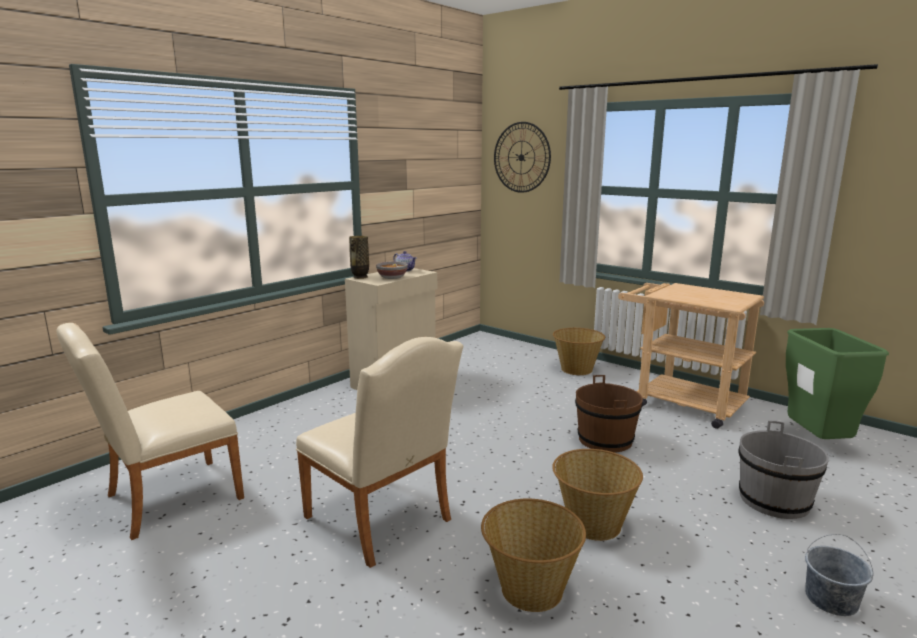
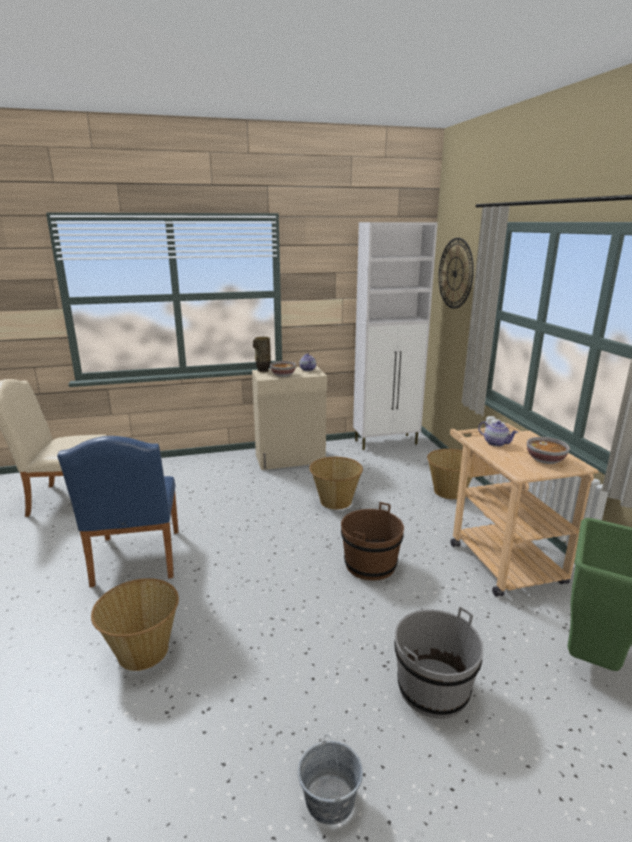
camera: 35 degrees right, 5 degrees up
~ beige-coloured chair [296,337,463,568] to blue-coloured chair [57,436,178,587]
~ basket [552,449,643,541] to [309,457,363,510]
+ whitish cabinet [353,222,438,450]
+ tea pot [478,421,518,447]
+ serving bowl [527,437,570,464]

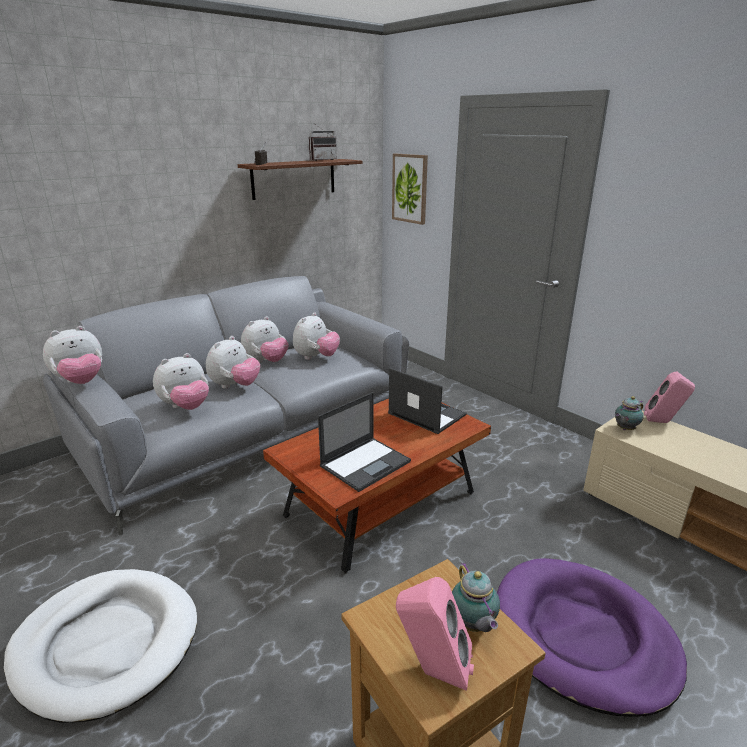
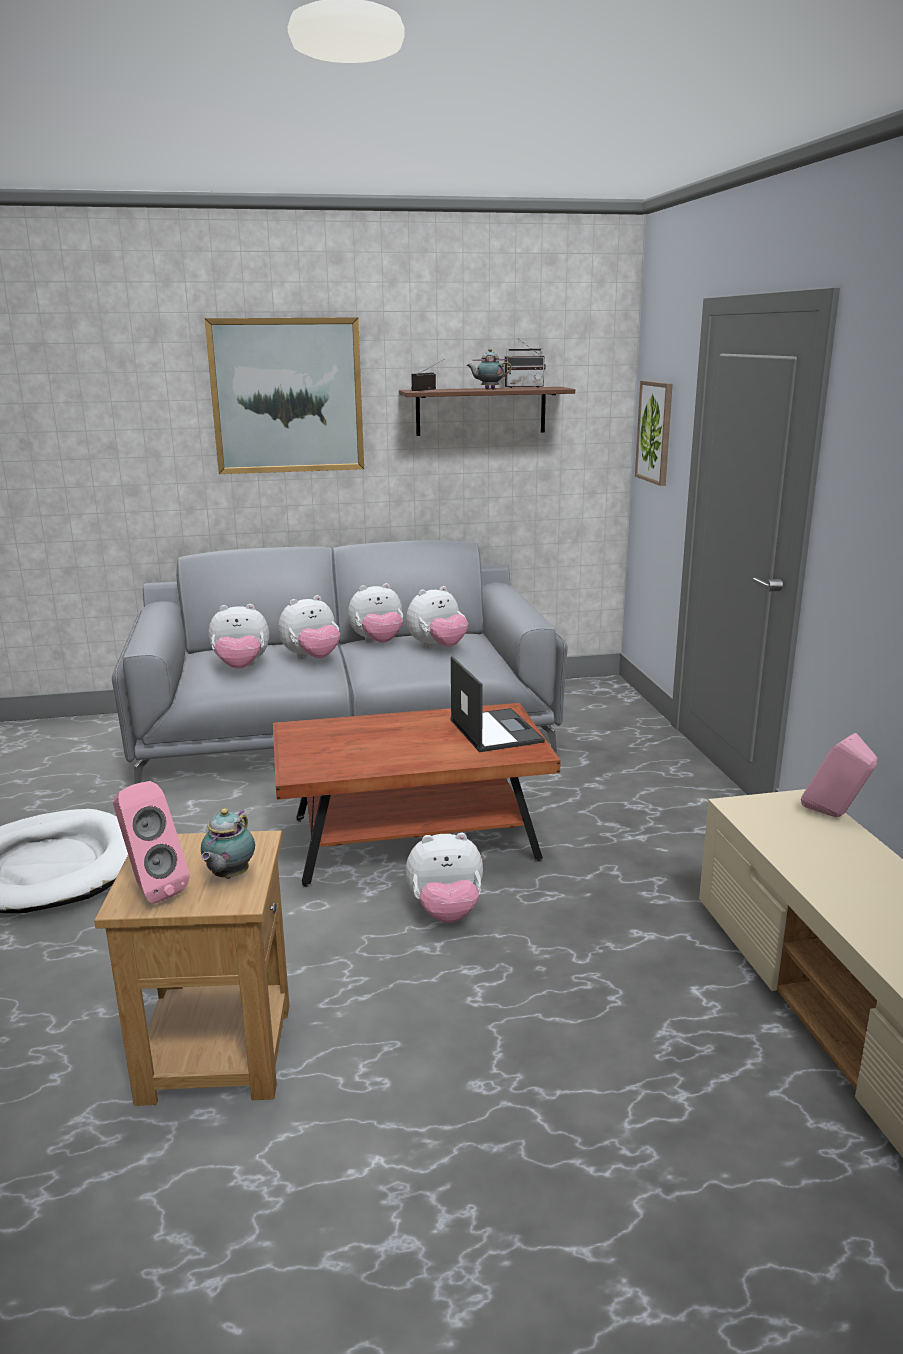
camera: 30 degrees right, 5 degrees down
~ soft toy [43,326,102,384] to [406,833,483,923]
- notebook computer [318,392,411,492]
- purplish pet bed [497,558,687,717]
~ tea pot [615,396,644,430] to [466,349,512,389]
+ wall picture [205,317,364,474]

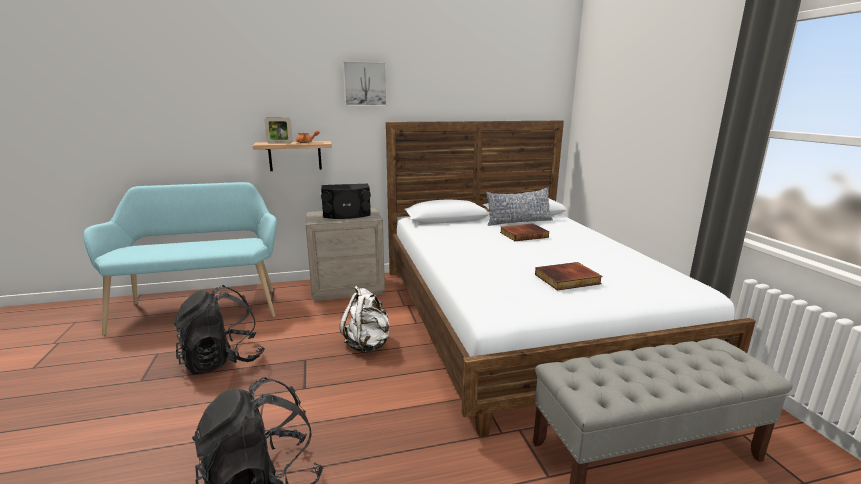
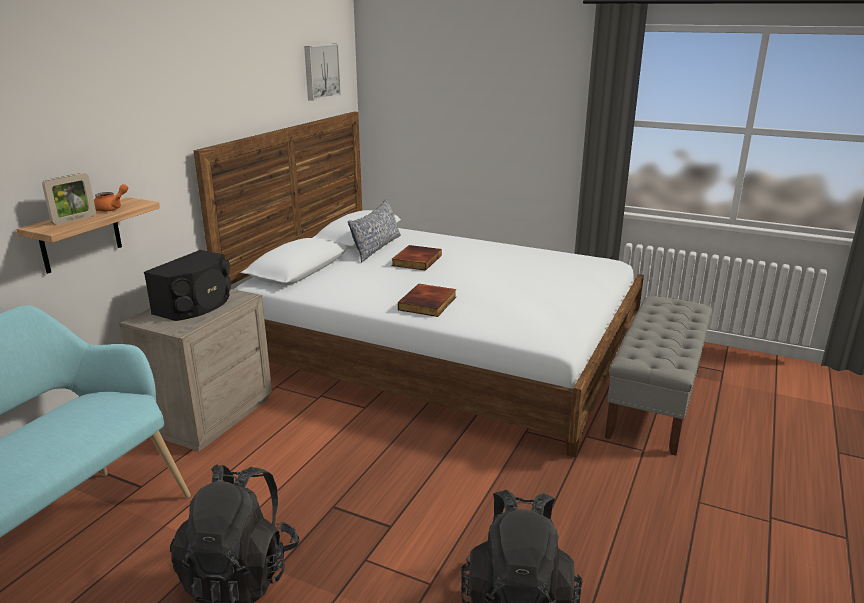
camera: 50 degrees left, 5 degrees up
- whitish knapsack [340,286,390,353]
~ wall picture [343,61,387,106] to [304,44,341,101]
~ volume [535,262,603,291] to [398,284,456,317]

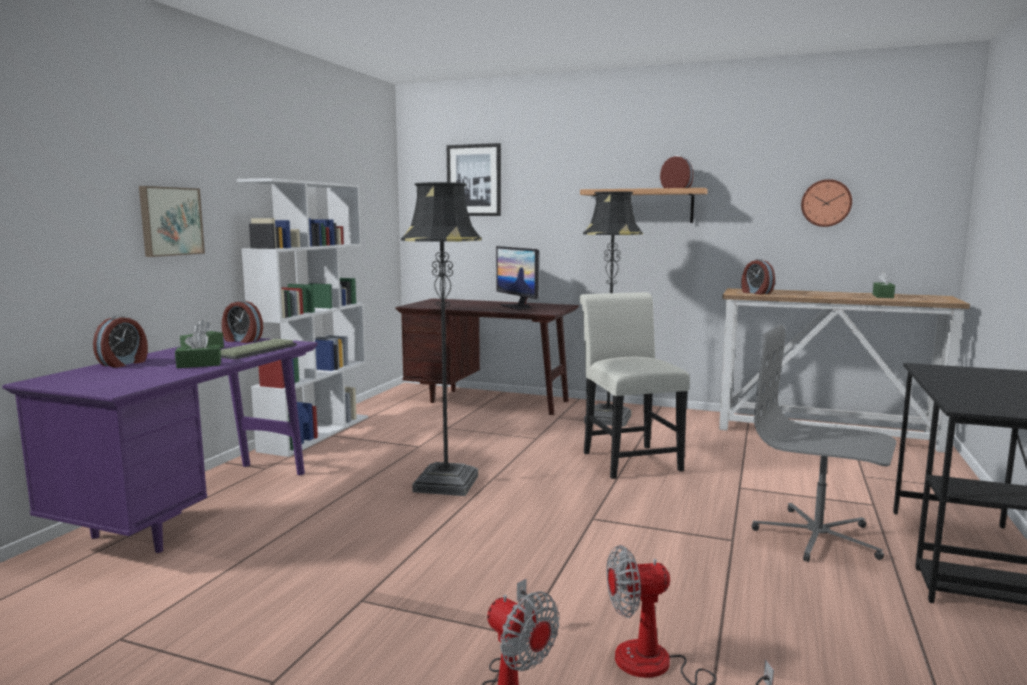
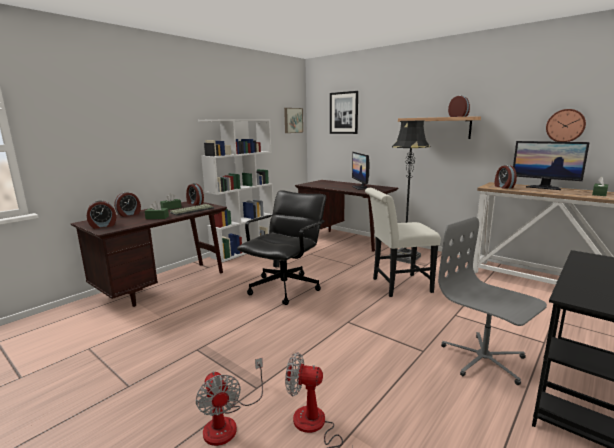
camera: 20 degrees right, 5 degrees up
~ purplish desk table [2,337,318,553] to brown-coloured desk table [71,201,227,307]
~ wall picture [139,186,205,257] to [284,108,303,133]
~ black floor lamp [401,182,482,496] to black desk chair [237,190,326,305]
~ whitish chair [579,292,690,479] = [365,188,441,297] 105 degrees counterclockwise
+ bedside clock [87,200,116,229]
+ computer screen [513,141,590,190]

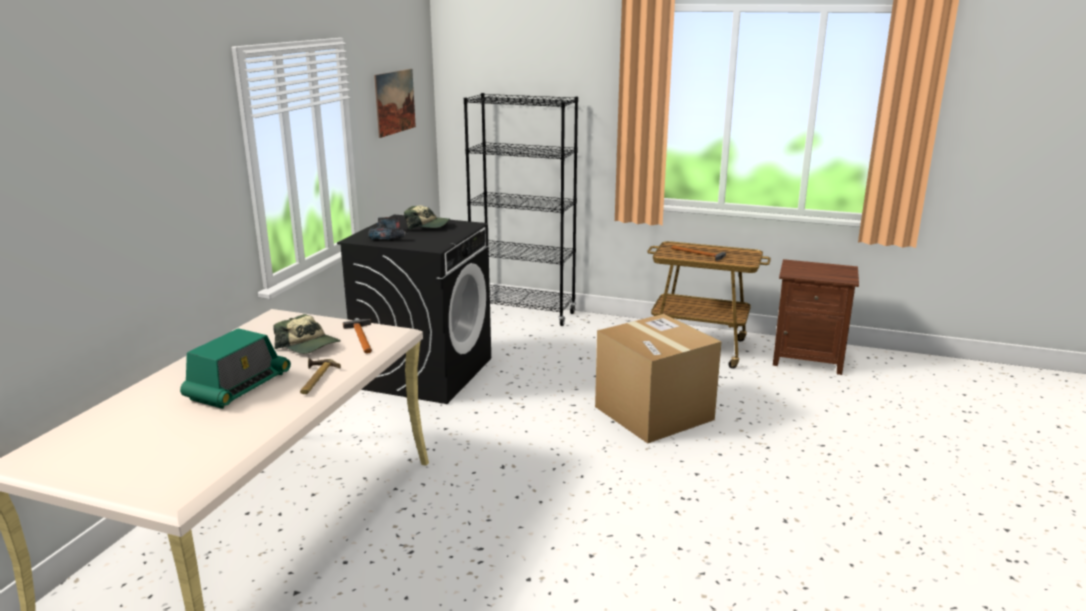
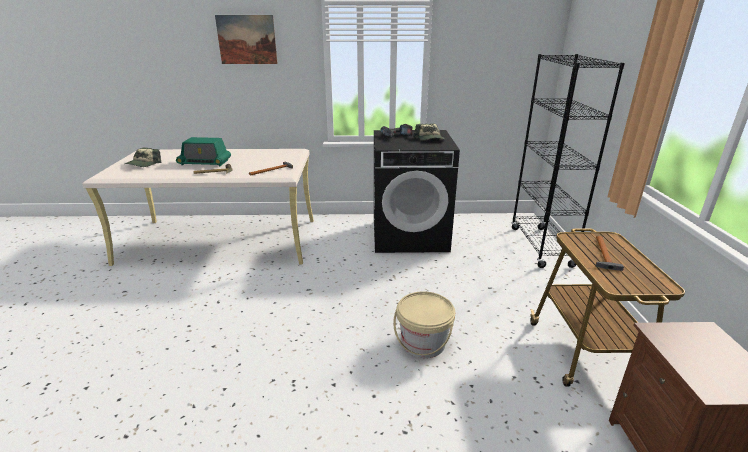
camera: 70 degrees right, 5 degrees up
~ peaked cap [273,314,341,354] to [125,148,162,167]
~ wall picture [374,69,416,138] to [215,15,278,64]
~ packing box [595,314,722,444] to beige-coloured bucket [393,291,455,358]

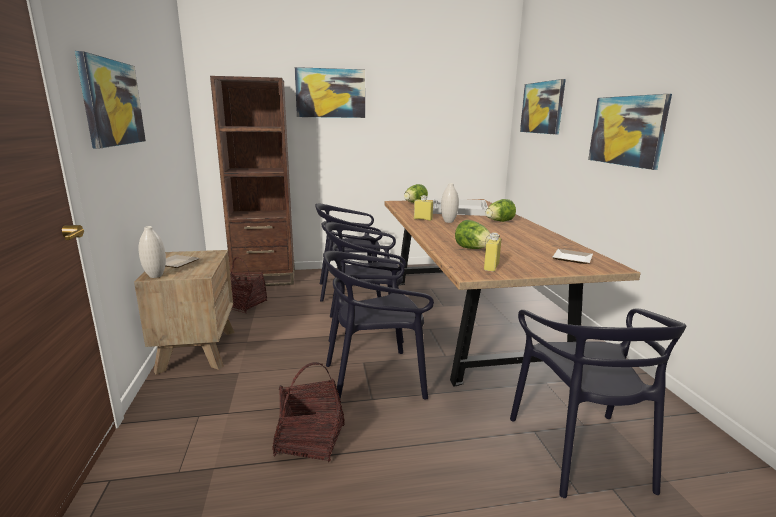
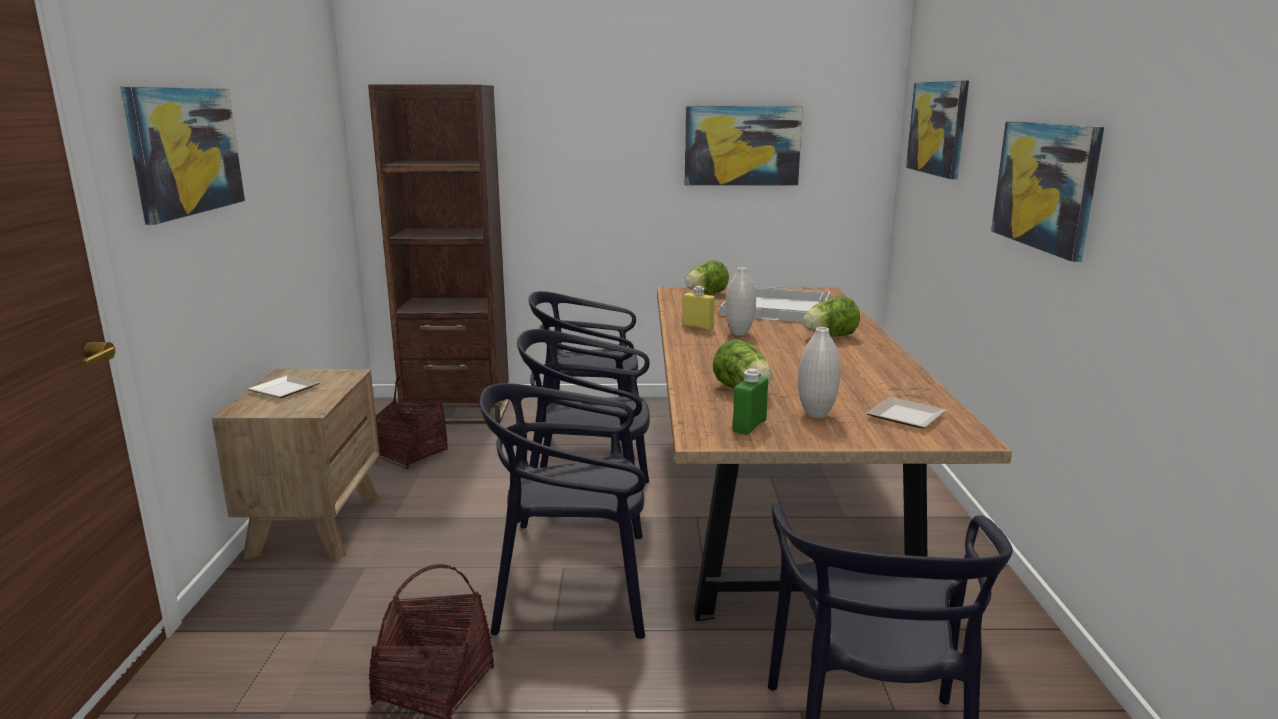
camera: 10 degrees right, 0 degrees up
~ whitish flower vase [139,226,166,278] to [798,327,841,418]
~ wall picture [295,67,365,118] to [685,106,803,185]
~ yellow-coloured beverage bottle [484,232,501,271] to greenish beverage bottle [733,369,768,435]

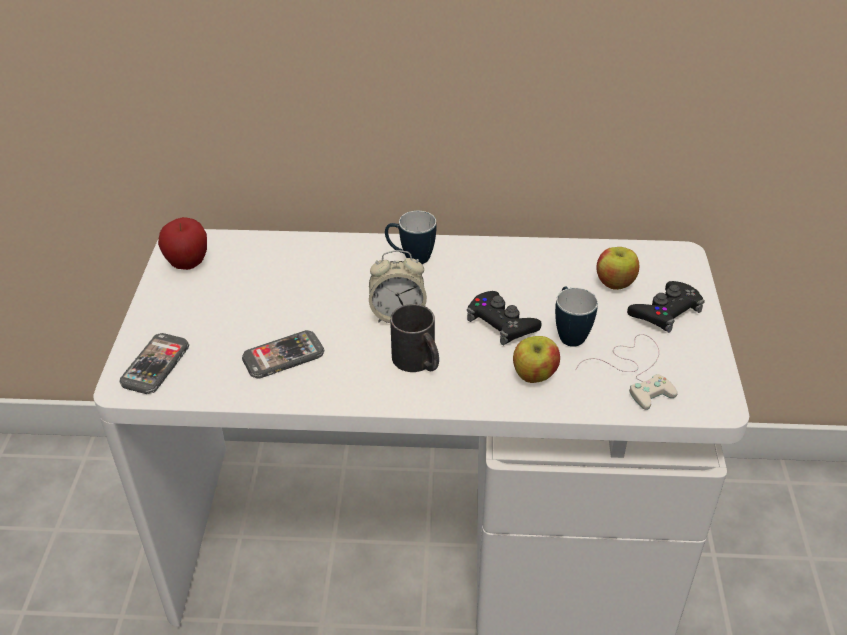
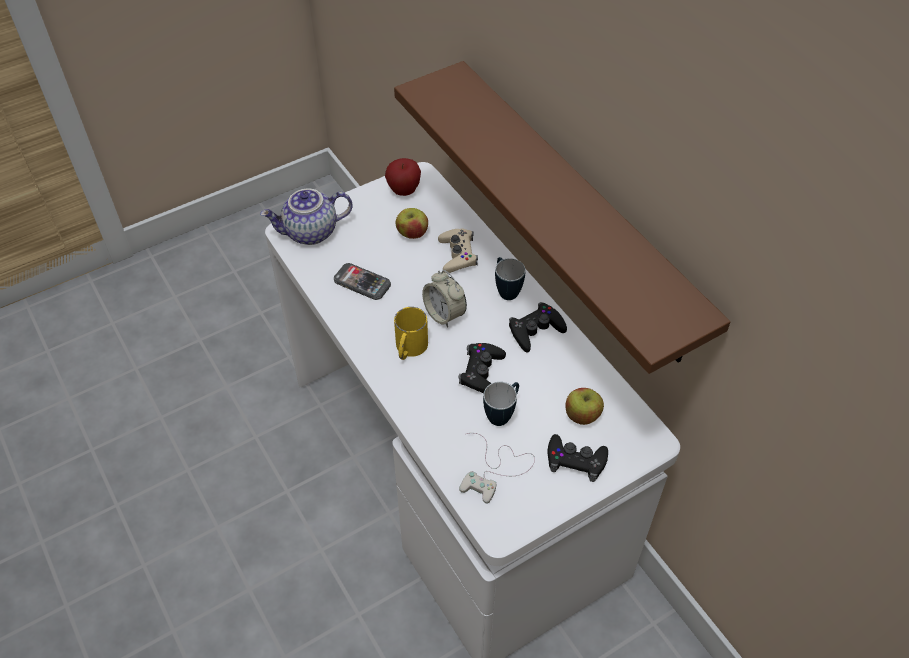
camera: 55 degrees right, 10 degrees up
~ phone [119,333,189,394] to tea pot [260,189,353,245]
~ black tea mug [390,304,439,372] to yellow-coloured tea mug [394,307,428,360]
~ apple fruit [513,336,560,383] to [395,208,428,239]
+ brown-coloured wall shelf [394,61,730,374]
+ beige-coloured game controller [438,229,478,273]
+ black game controller [509,302,567,353]

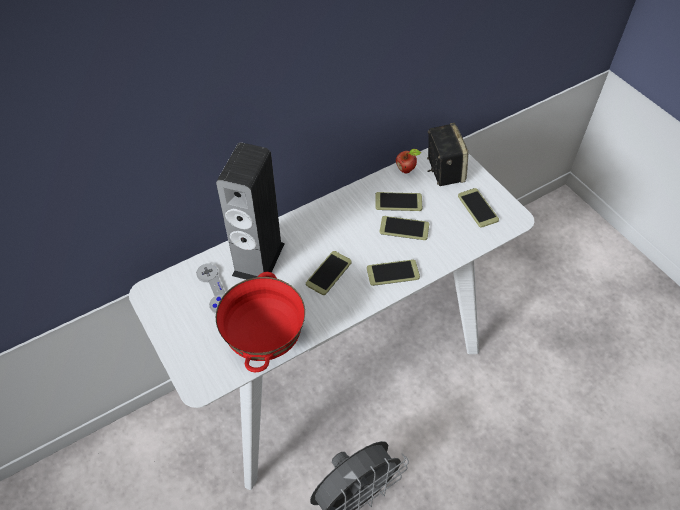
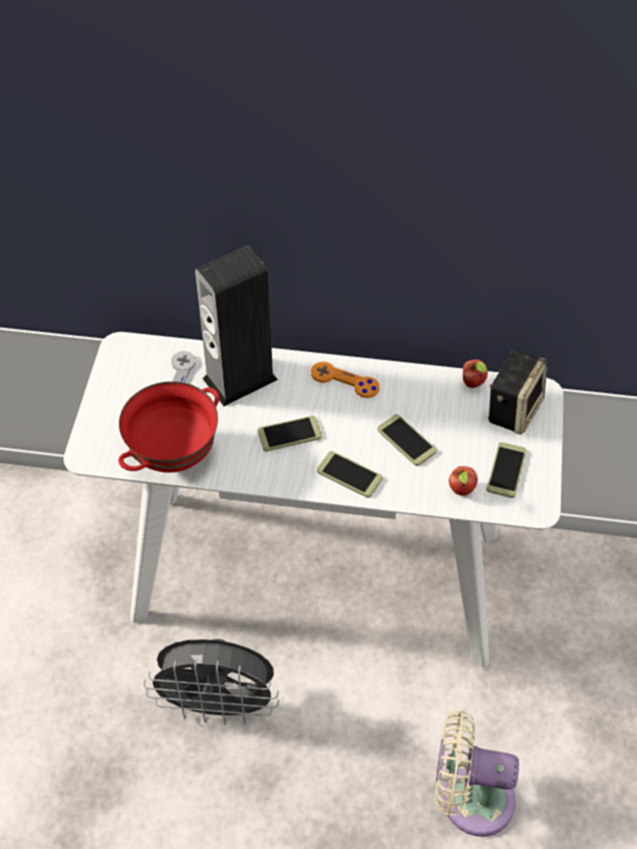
camera: 40 degrees right, 0 degrees up
- phone [375,192,423,211]
+ orangey game controller [311,362,380,398]
+ beige-coloured electric fan [435,710,519,837]
+ apple fruit [449,466,478,495]

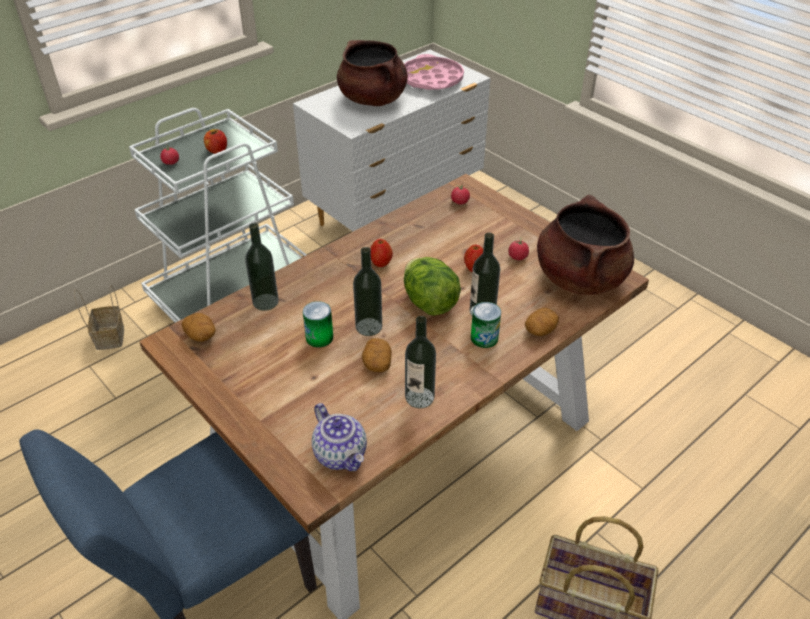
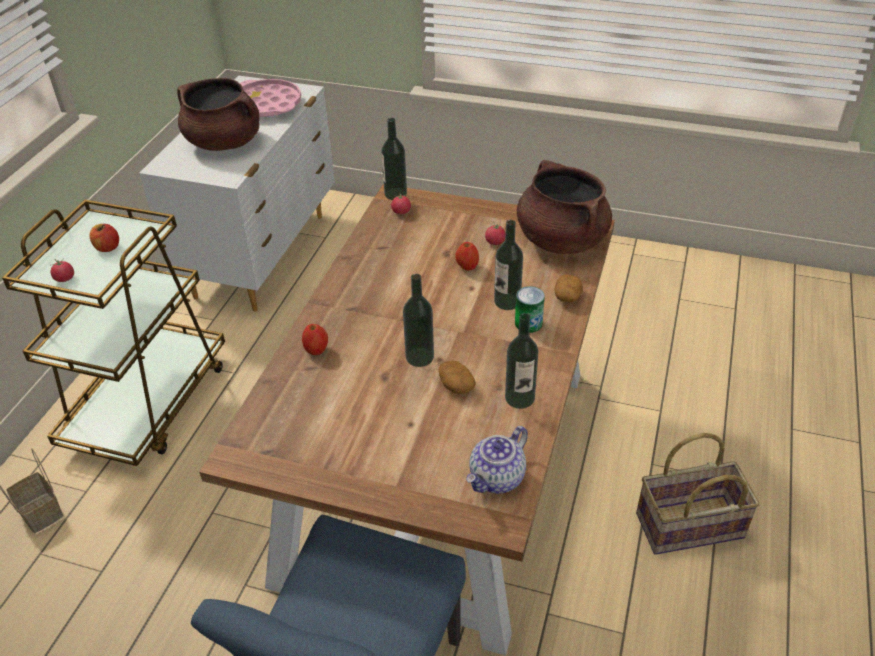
camera: 30 degrees left, 0 degrees up
~ whitish trolley [129,108,307,323] to brown-coloured trolley [2,200,225,466]
- spud [182,313,216,342]
~ beverage bottle [245,223,279,311] to [381,118,407,200]
- sealed can [303,301,333,347]
~ tea pot [312,403,367,471] = [466,426,528,493] 105 degrees clockwise
~ apple fruit [371,239,393,267] to [302,324,328,355]
- lettuce head [404,257,461,316]

